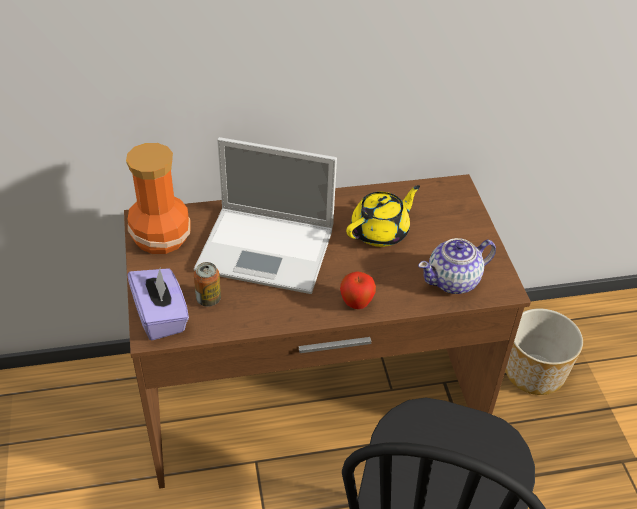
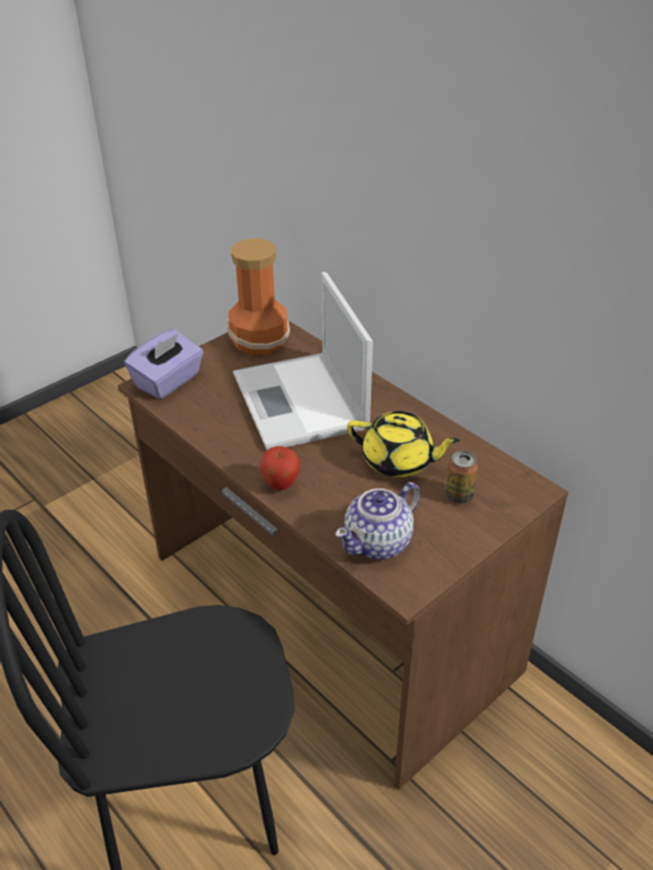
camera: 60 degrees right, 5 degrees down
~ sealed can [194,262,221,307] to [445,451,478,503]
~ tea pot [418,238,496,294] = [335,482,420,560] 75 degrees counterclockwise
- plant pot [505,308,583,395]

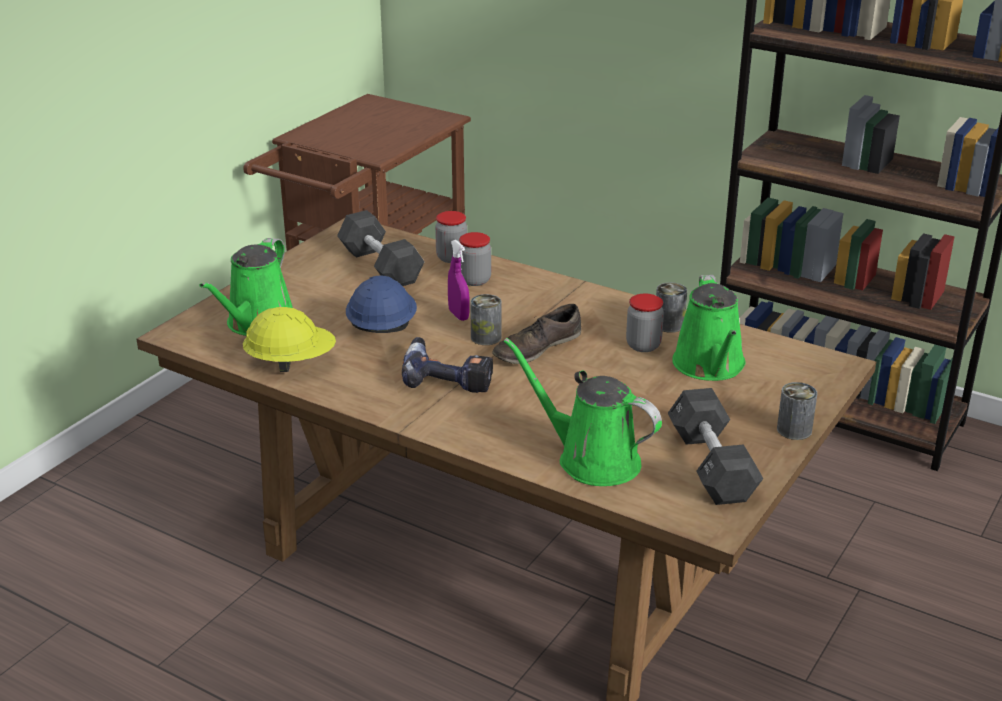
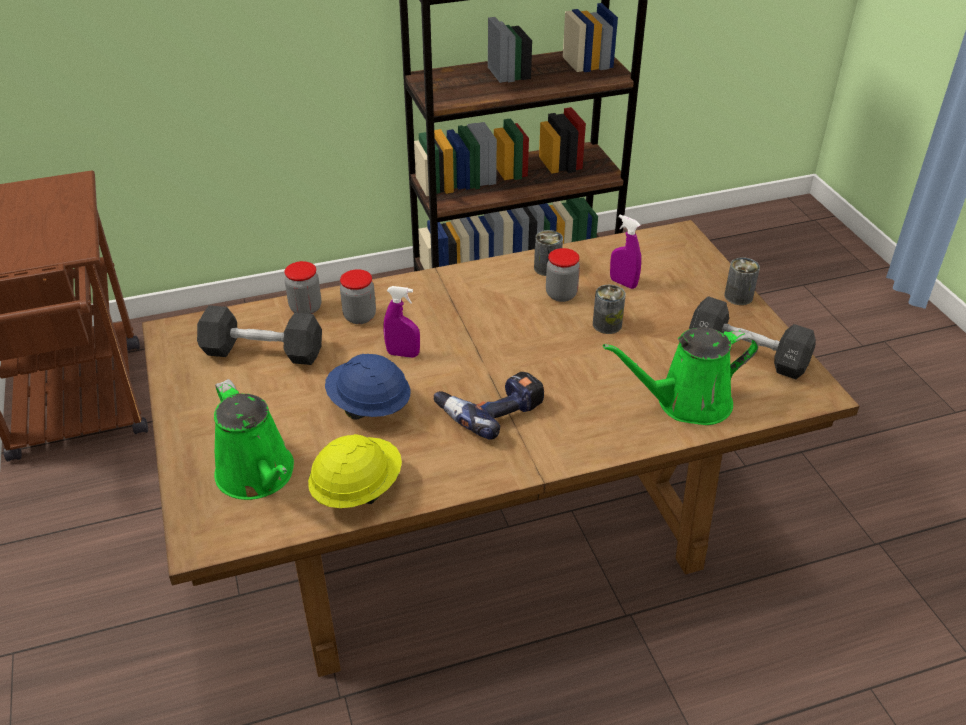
camera: 50 degrees left, 10 degrees up
~ sealed can [470,294,501,345] to [593,285,626,334]
- brown-coloured low shoe [492,304,582,364]
~ greenish sprinkling can [672,275,746,381] to purplish spray bottle [610,215,641,289]

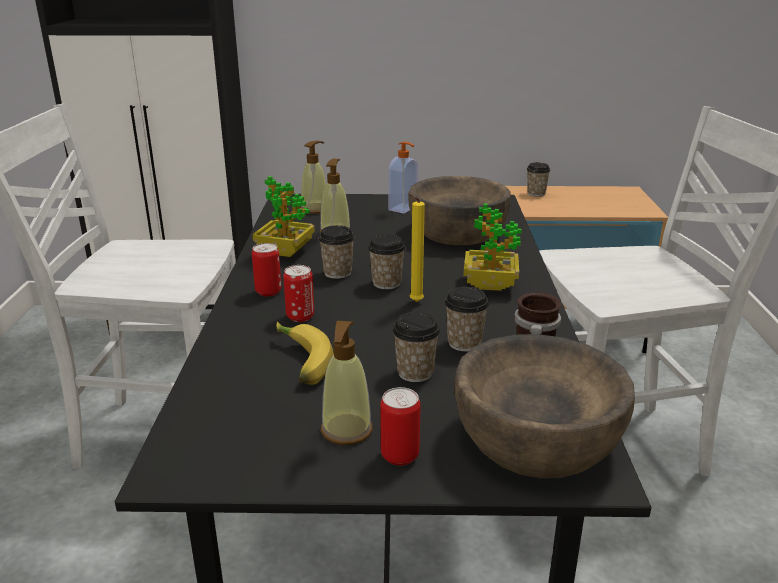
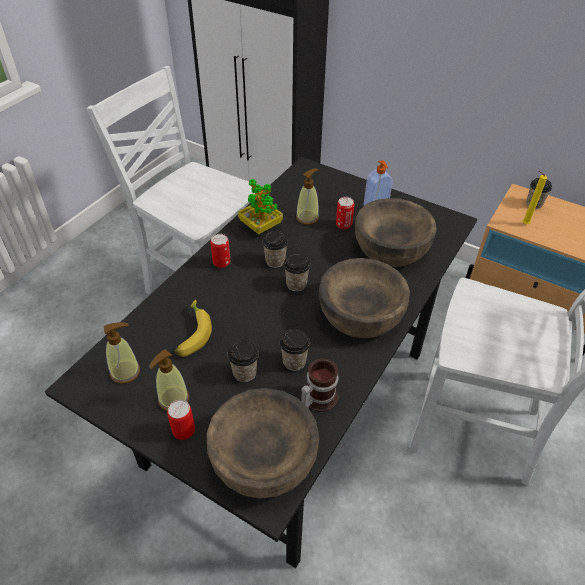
camera: 30 degrees right, 20 degrees up
~ sealed can [283,265,314,322] to [336,197,354,229]
~ liquid soap bottle [301,140,326,214] to [104,322,140,384]
~ yellow-coloured wax candle [408,193,425,302] to [522,171,547,225]
~ potted plant [463,204,521,291] to brown-coloured serving bowl [319,258,410,338]

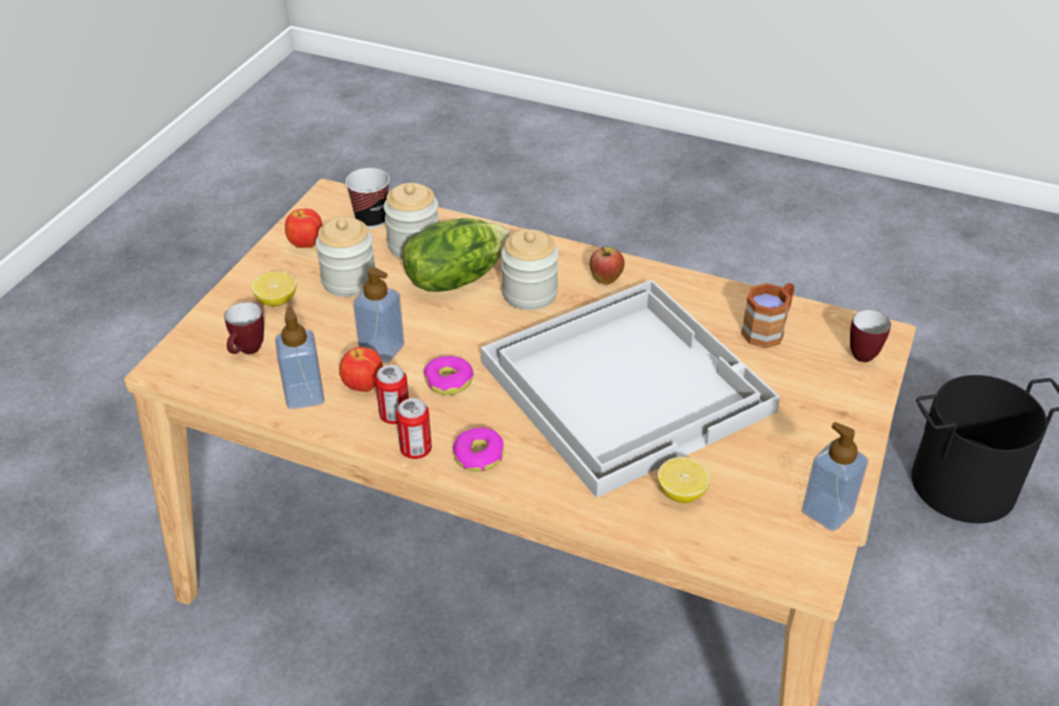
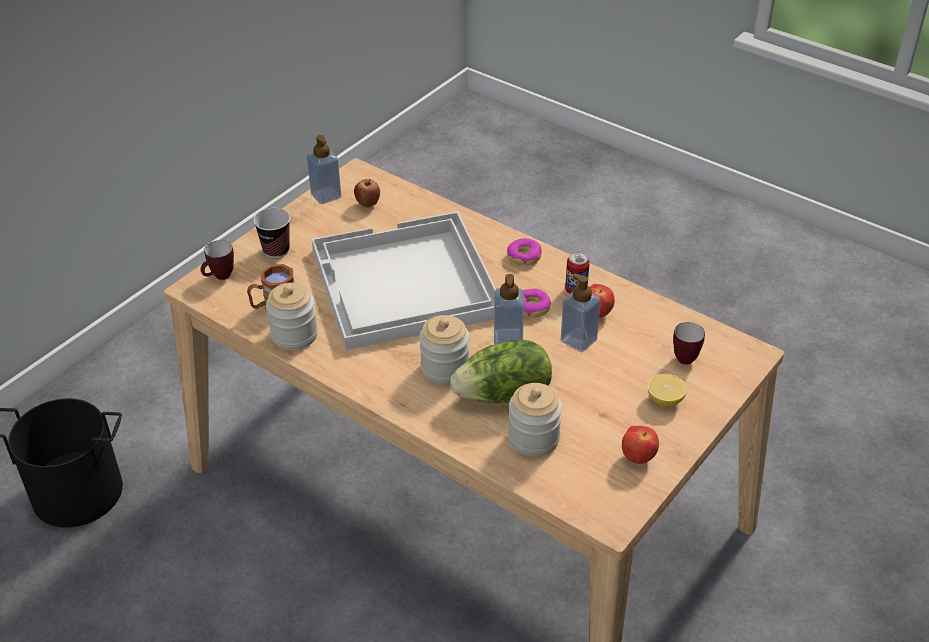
camera: 165 degrees left, 0 degrees up
~ liquid soap bottle [275,306,324,409] to [494,274,524,345]
~ jar [315,217,375,297] to [266,283,318,350]
~ cup [345,168,389,229] to [253,208,290,258]
- sealed can [396,398,432,459]
~ apple fruit [590,247,625,284] to [354,179,380,208]
- lemon [658,457,710,503]

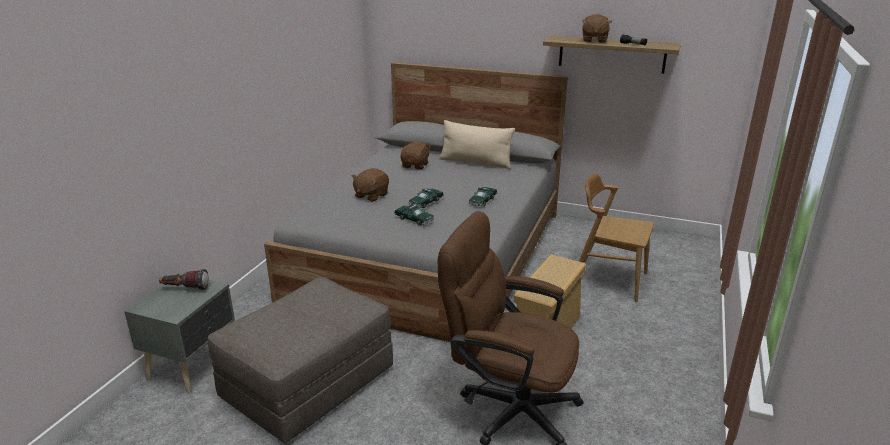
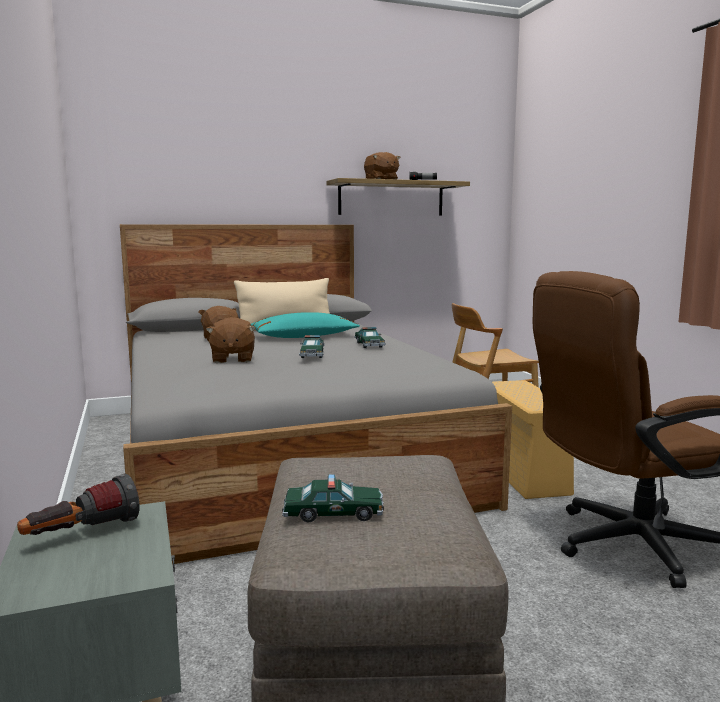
camera: 40 degrees left, 15 degrees down
~ toy car [394,204,434,226] to [282,475,384,523]
+ blue-green pillow [251,312,360,338]

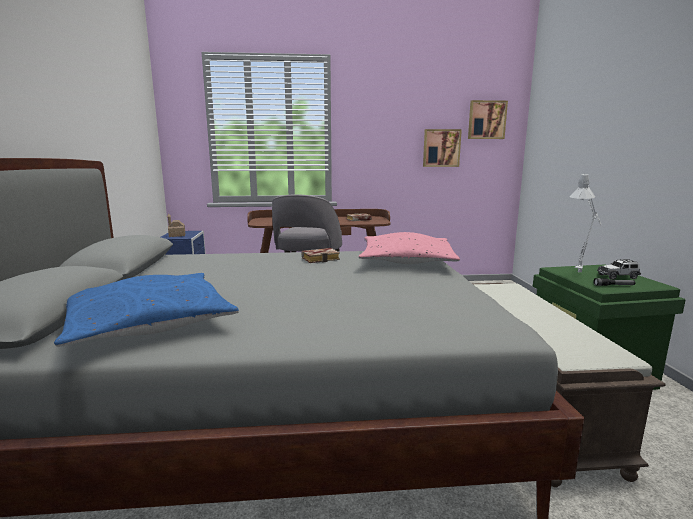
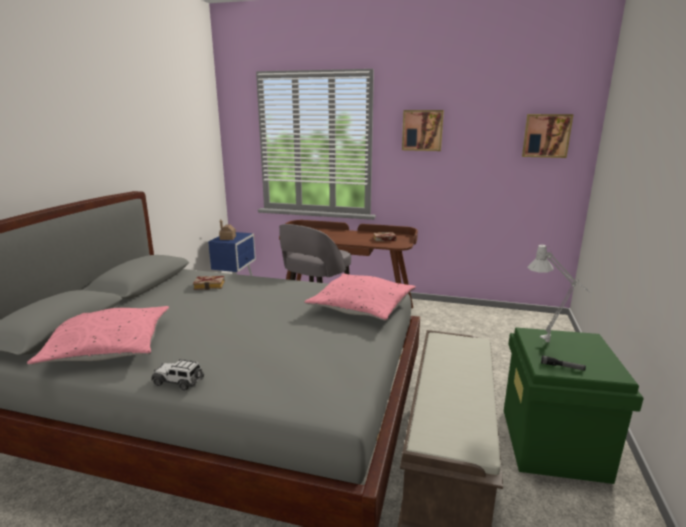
camera: 20 degrees right, 5 degrees up
~ blue-coloured pillow [54,273,239,347] to pink-coloured pillow [27,306,169,365]
~ volume [301,248,340,263] to [193,276,225,290]
~ wall picture [423,129,462,167] to [402,110,444,151]
~ toy car [597,259,641,280] to [151,359,204,391]

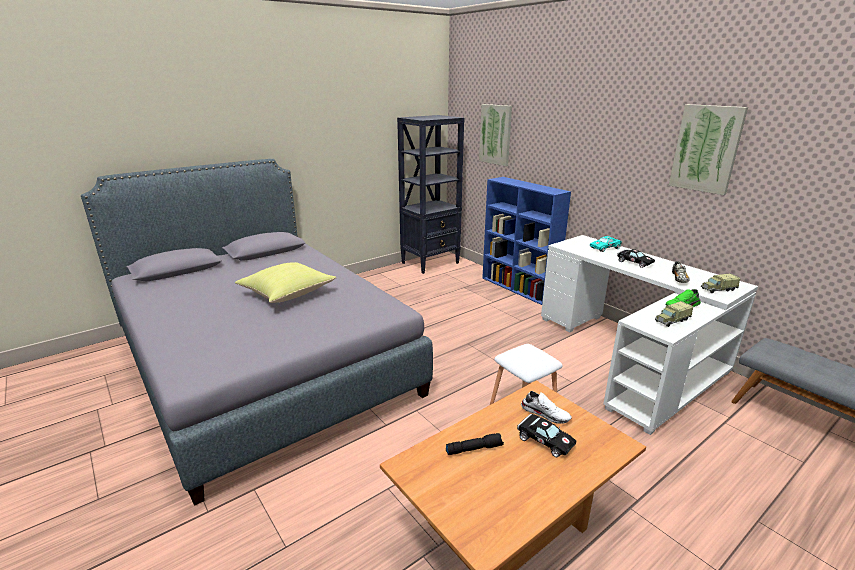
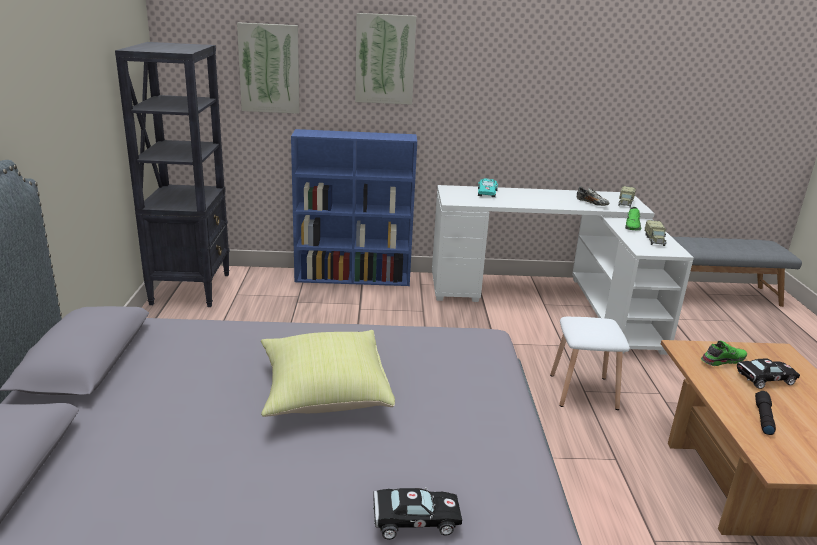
camera: 55 degrees left, 0 degrees up
~ whitish low shoe [521,391,572,424] to greenish low shoe [701,340,747,366]
~ black toy car [617,249,655,268] to [373,487,462,540]
~ wall picture [669,104,748,195] to [355,13,416,105]

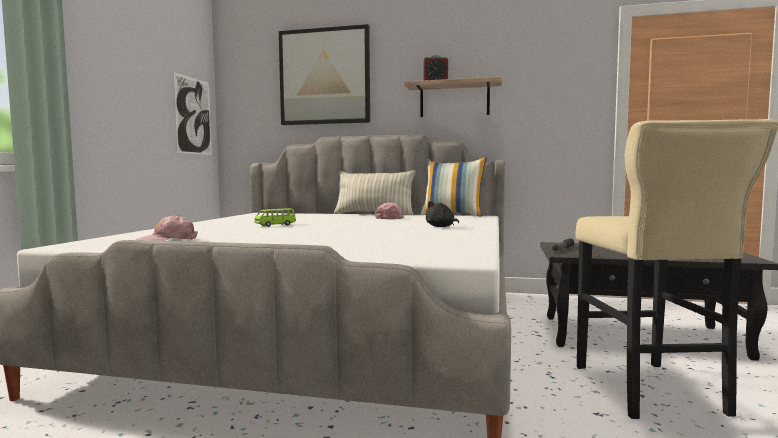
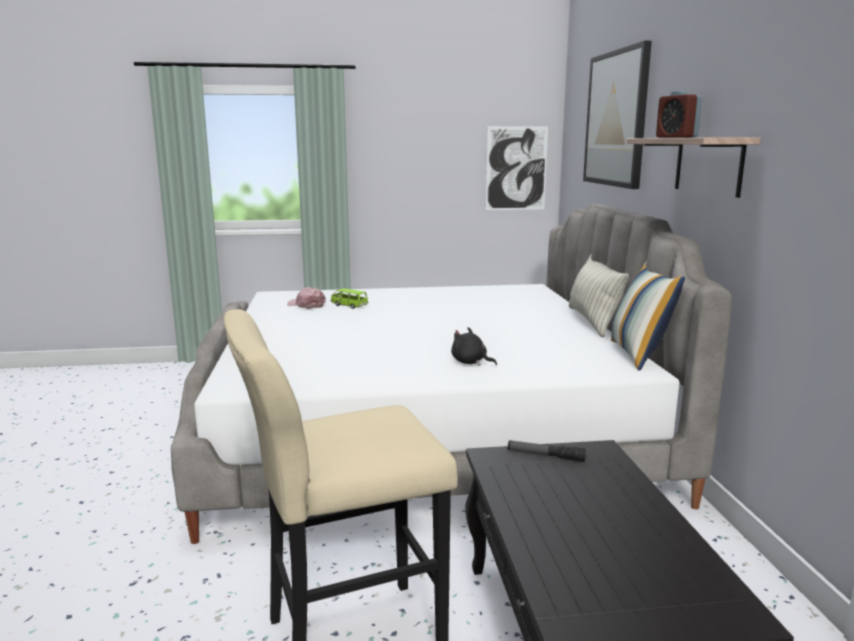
camera: 70 degrees right, 10 degrees up
~ greenish toy car [254,208,296,227] to [330,288,368,309]
- pink-coloured peaked cap [375,202,405,219]

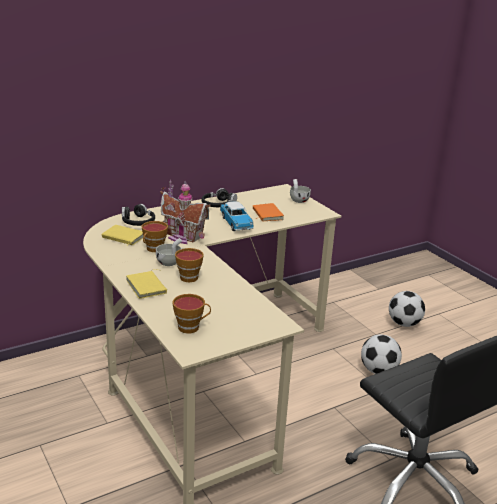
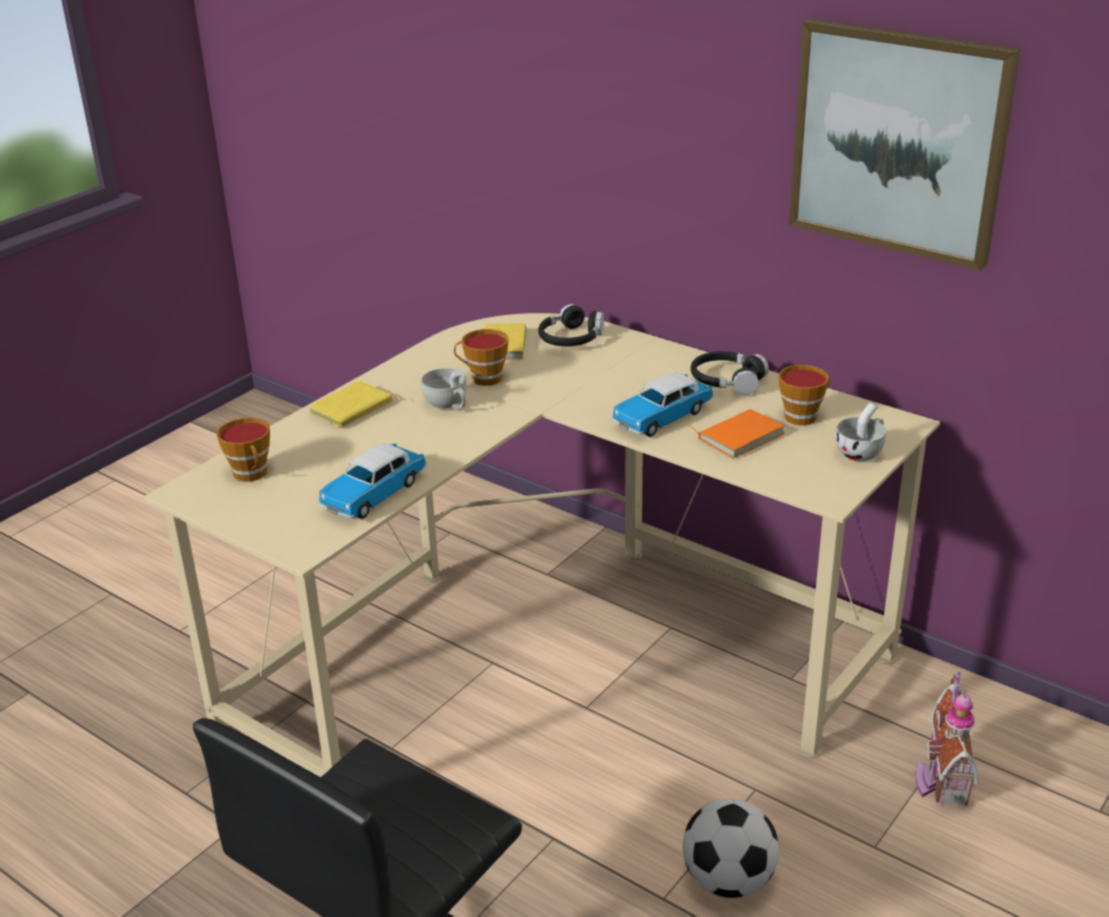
camera: 70 degrees right, 5 degrees up
~ toy house [160,180,210,244] to [915,672,979,808]
~ cup [175,248,204,282] to [778,365,830,425]
- ball for football [389,291,425,327]
+ toy car [318,443,427,519]
+ wall picture [789,18,1021,270]

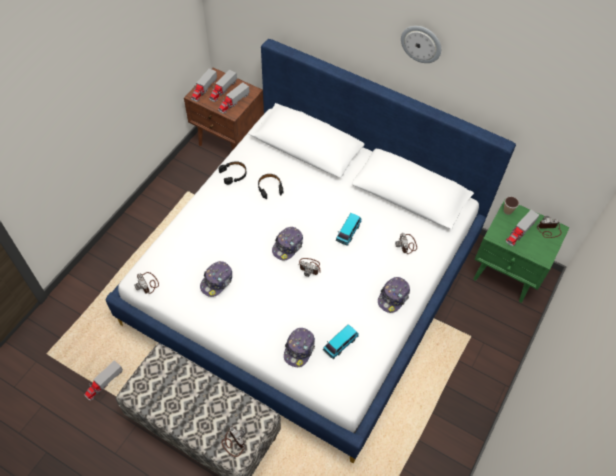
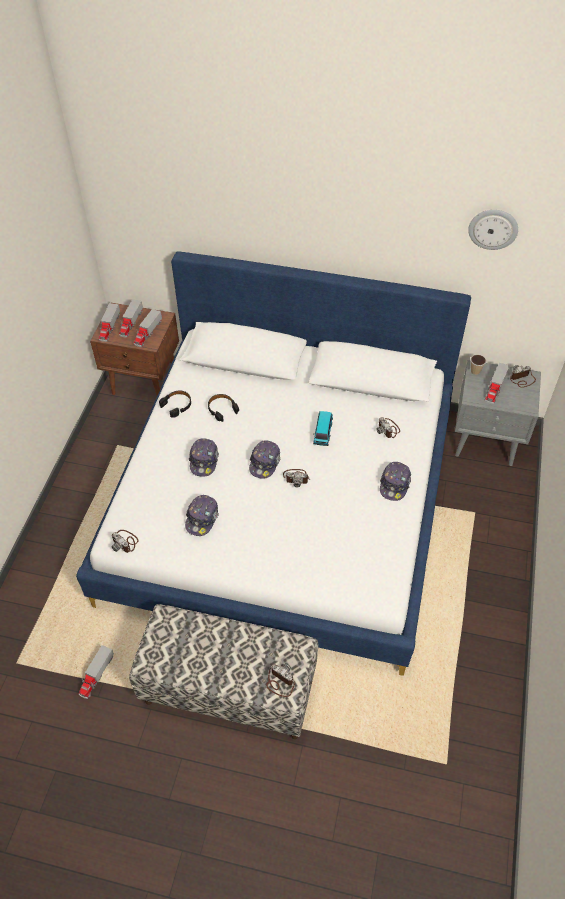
camera: 15 degrees left, 5 degrees down
~ peaked cap [284,328,315,367] to [189,438,219,477]
- toy car [323,324,359,360]
~ wall clock [401,26,441,63] to [468,210,518,250]
~ greenish nightstand [473,199,570,303] to gray nightstand [455,360,541,466]

